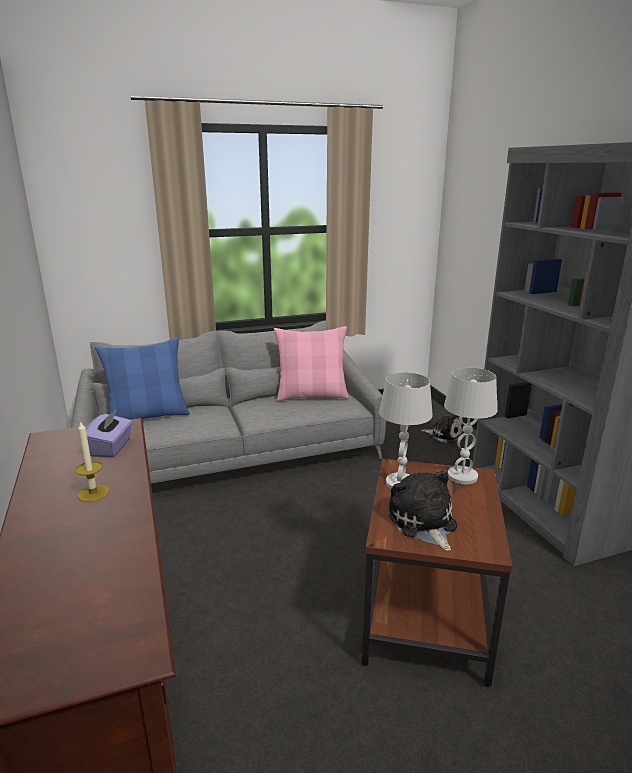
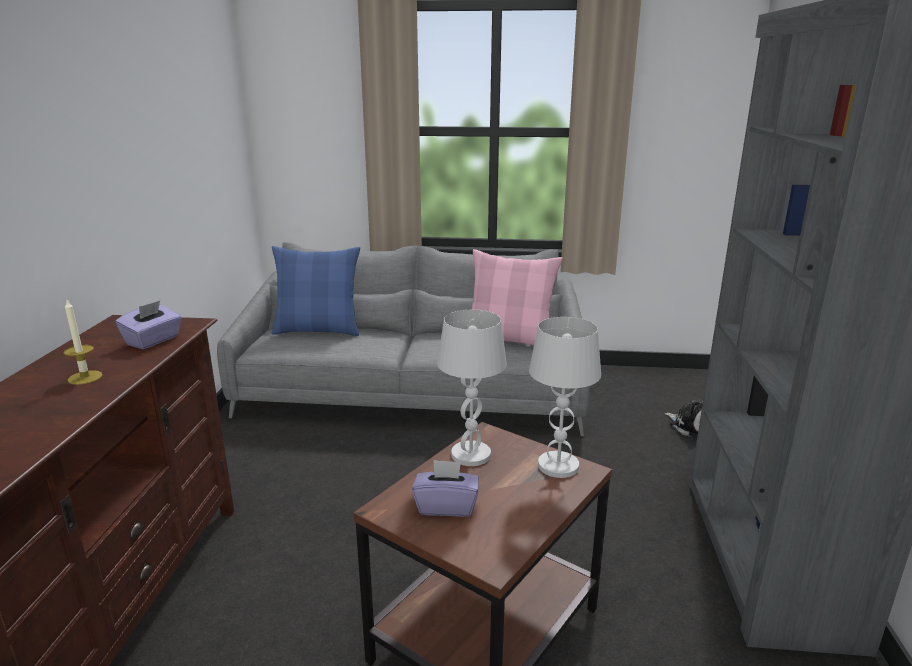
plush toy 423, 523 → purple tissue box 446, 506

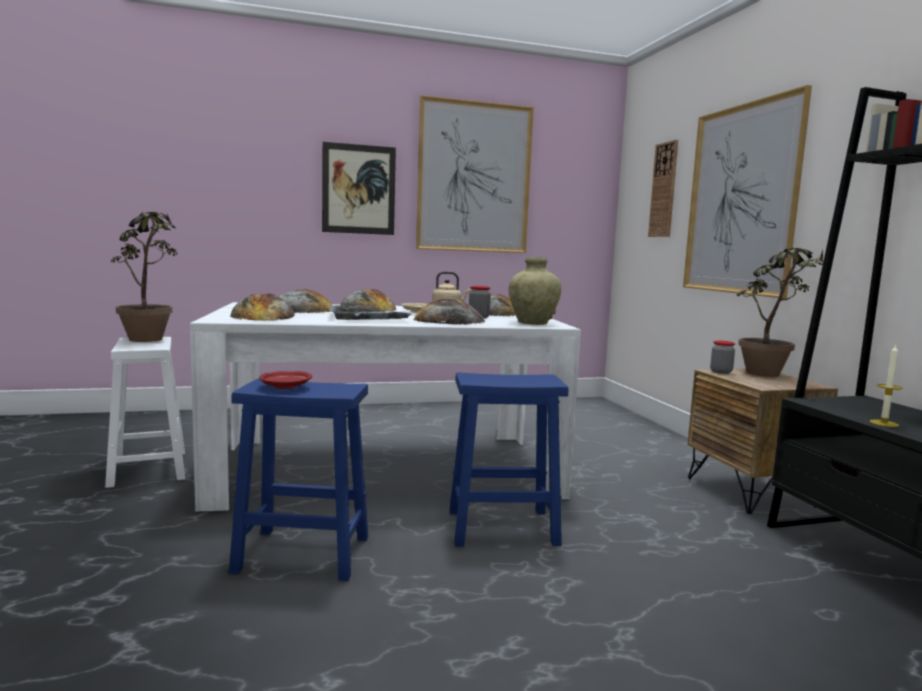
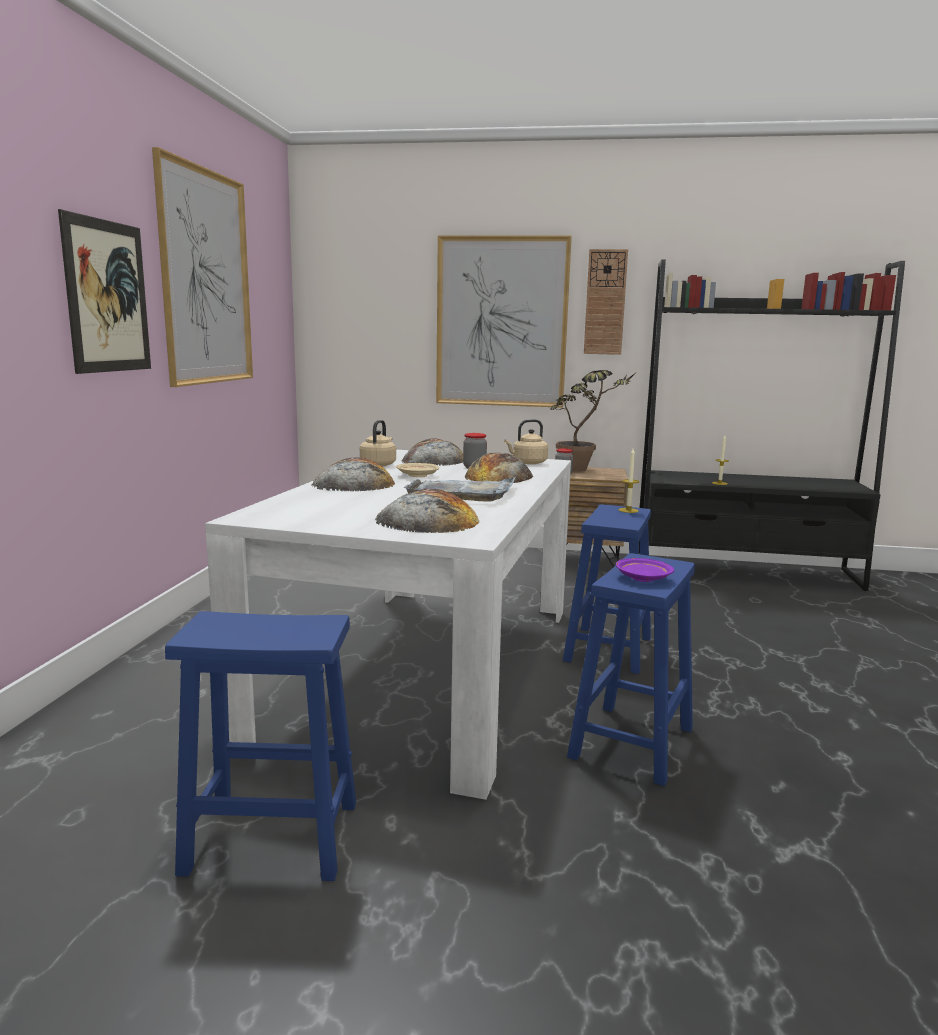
white stool 148, 468 → blue stool 269, 837
potted plant 150, 341 → -
red plate 286, 387 → purple plate 642, 578
bread 300, 309 → -
beige vase 532, 323 → beige kettle 528, 463
wall clock 663, 190 → wall clock 605, 302, move
- → candle 628, 510

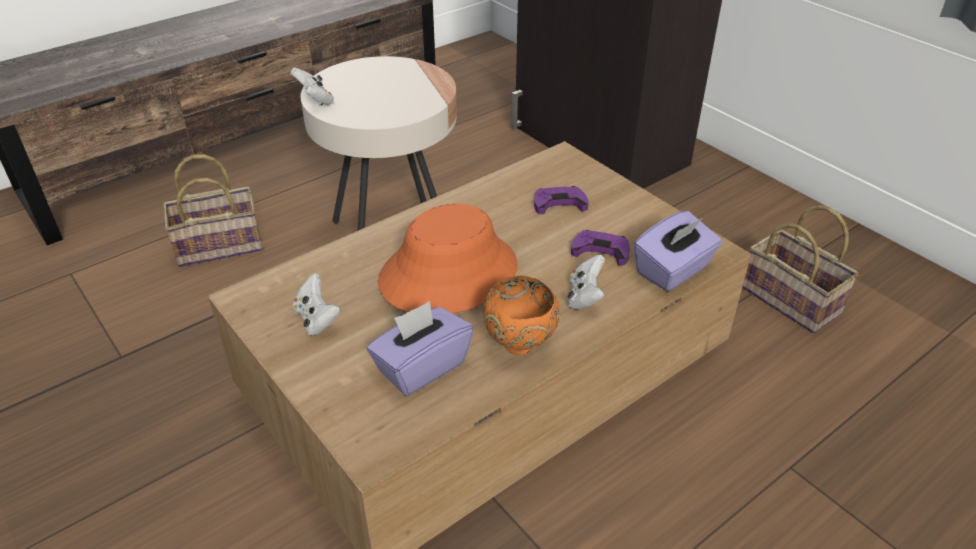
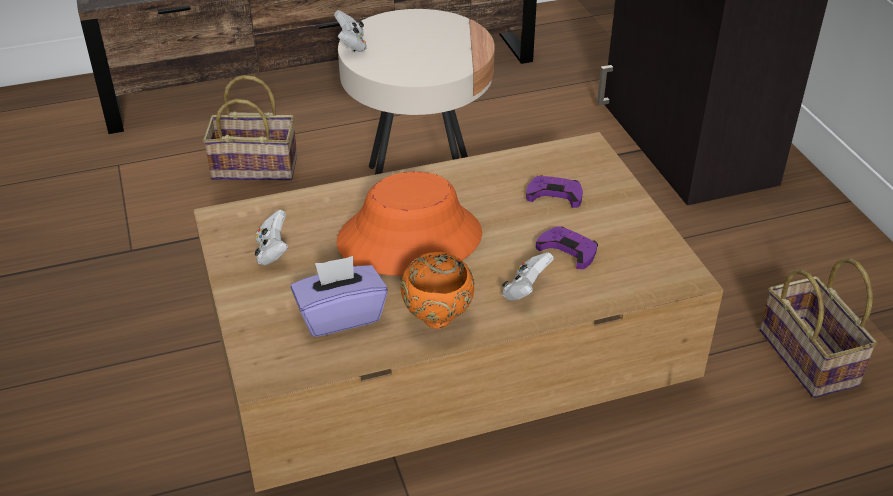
purple tissue box 673, 270 → -

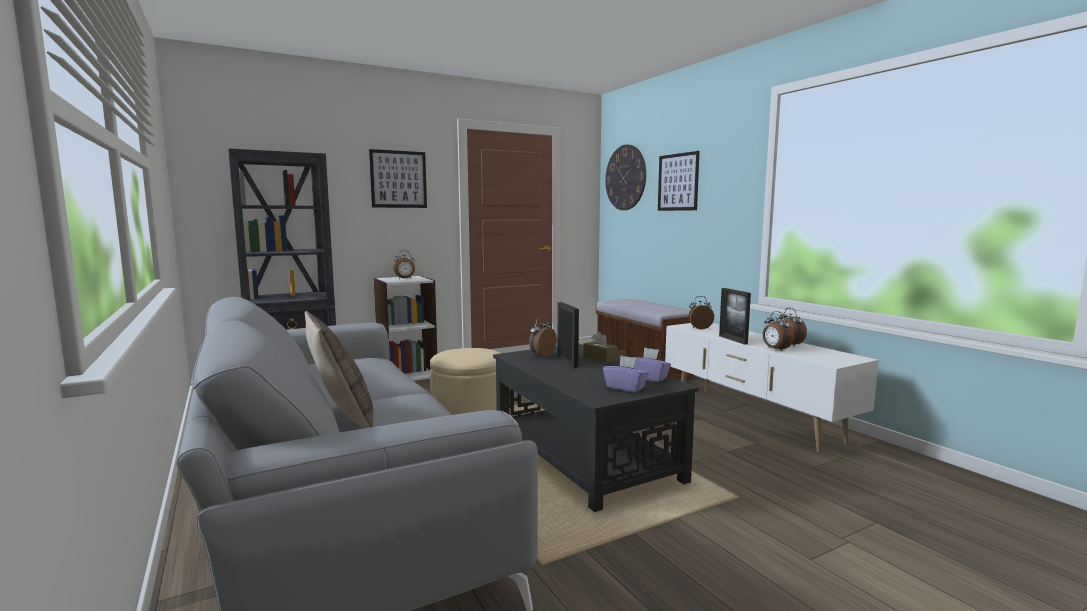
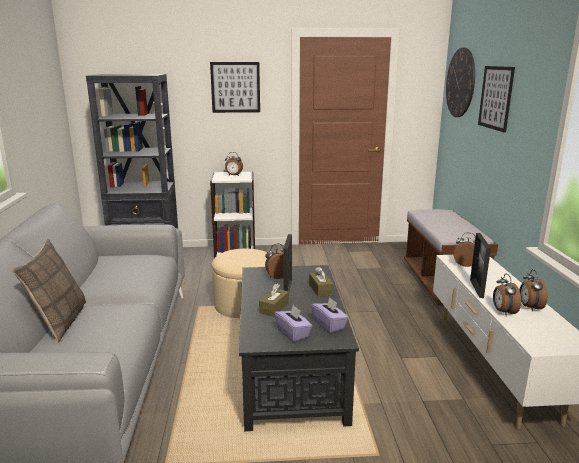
- → brown tissue box 274, 308

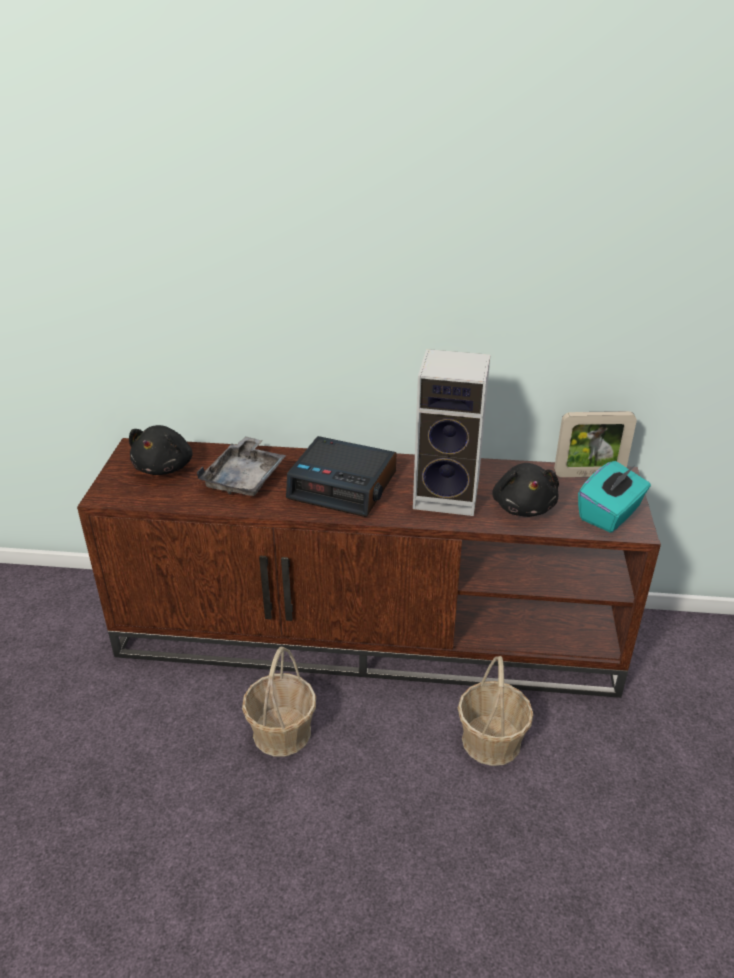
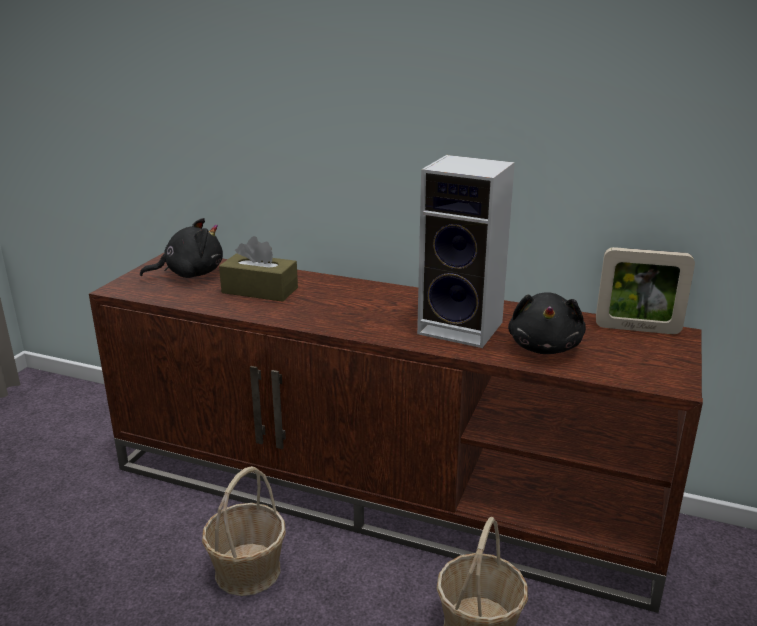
black plush toy 165, 467 → black plush toy 190, 274, 135 degrees counterclockwise
grey tray 245, 478 → brown tissue box 260, 290
alarm clock 344, 486 → -
turquoise tissue box 610, 514 → -

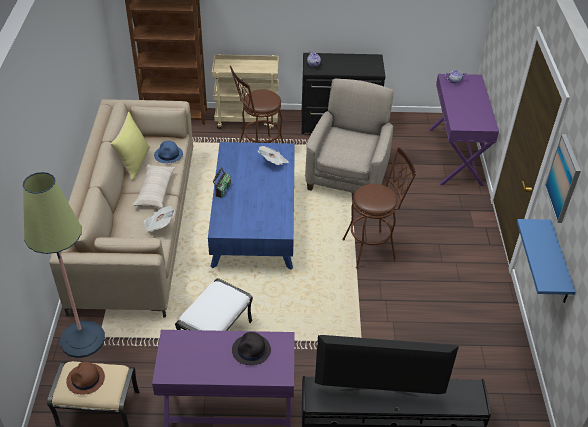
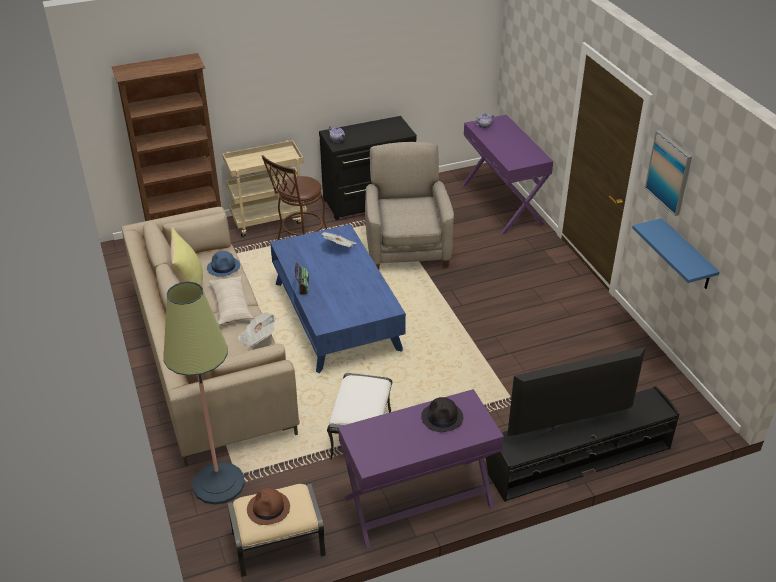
brown stool 373, 249 → -

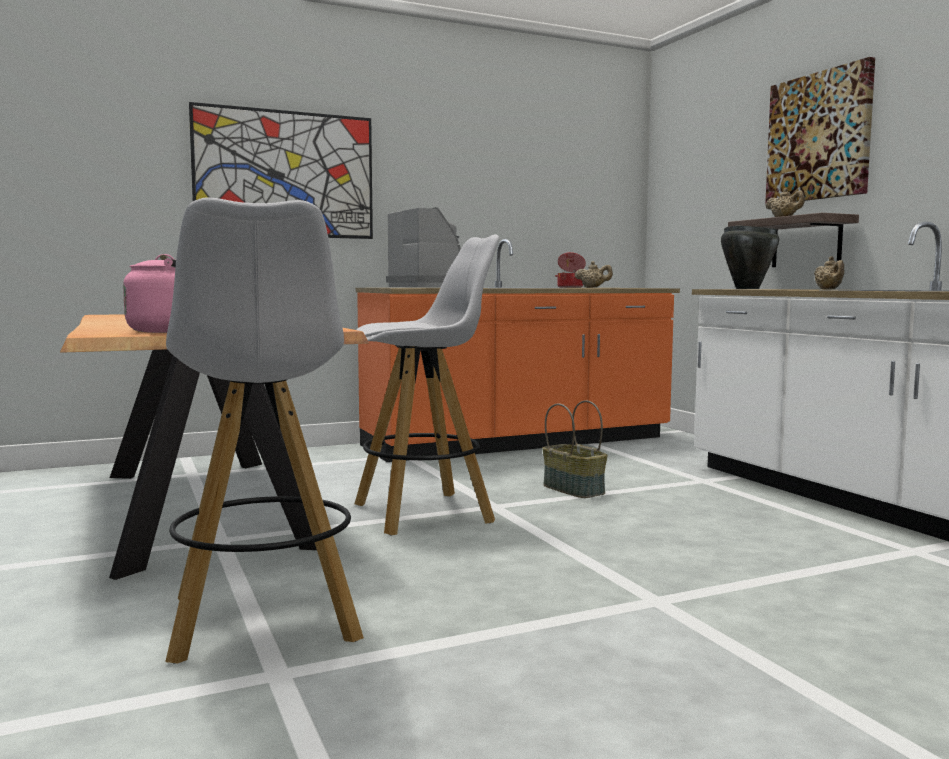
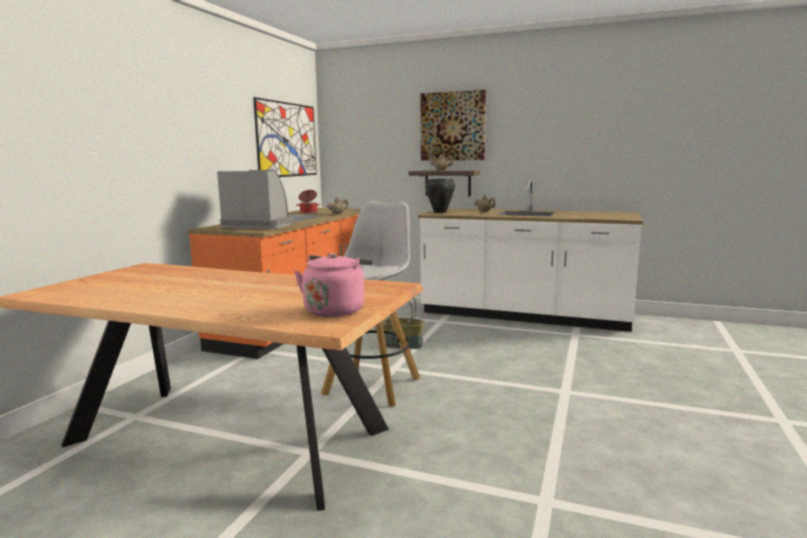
white stool 265, 621 → -
picture 285, 174 → picture 287, 139, move

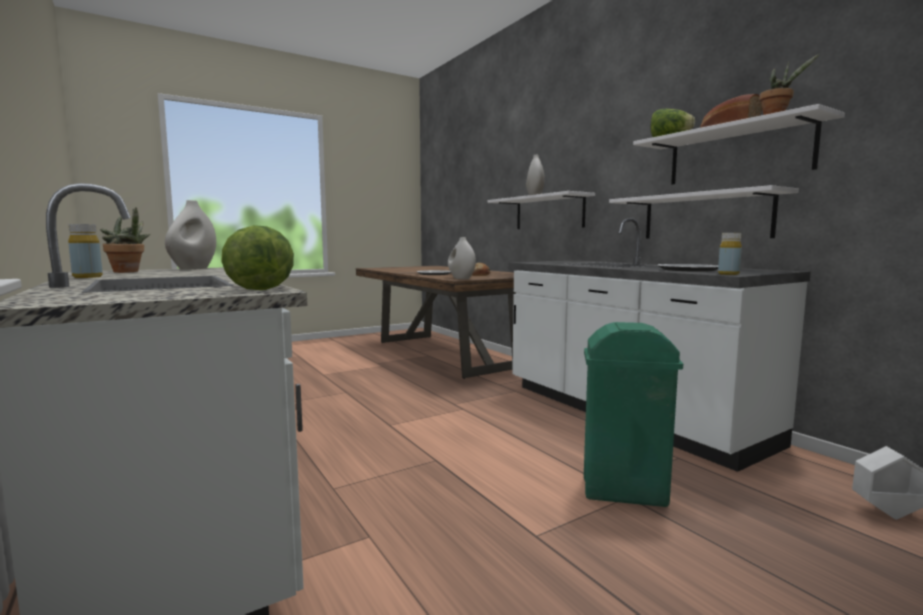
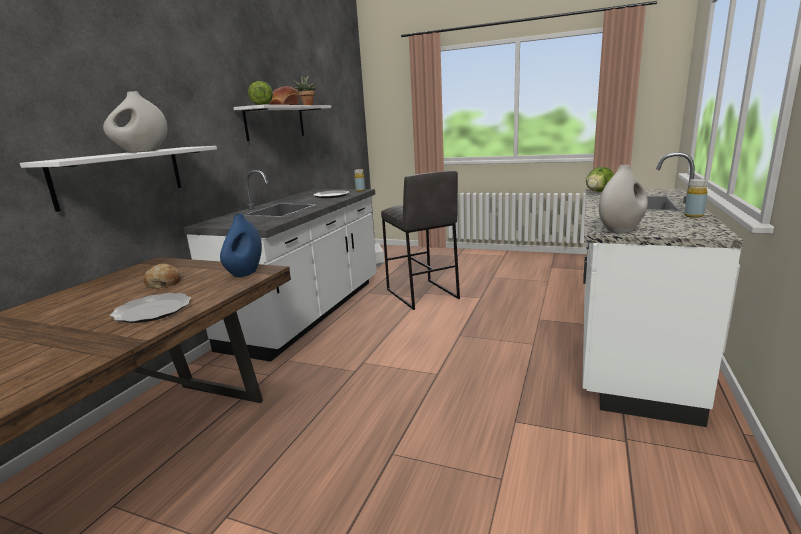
potted plant 129, 272 → -
white vase 461, 278 → blue vase 245, 273
green trash can 622, 491 → grey stool 421, 294
white shelf 705, 217 → -

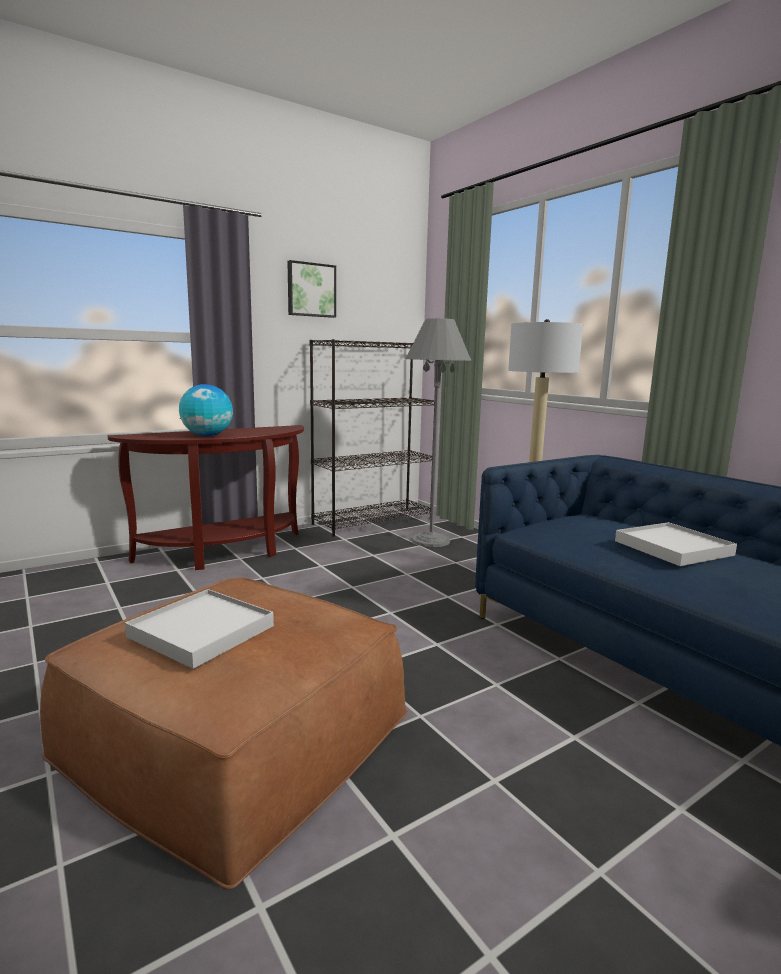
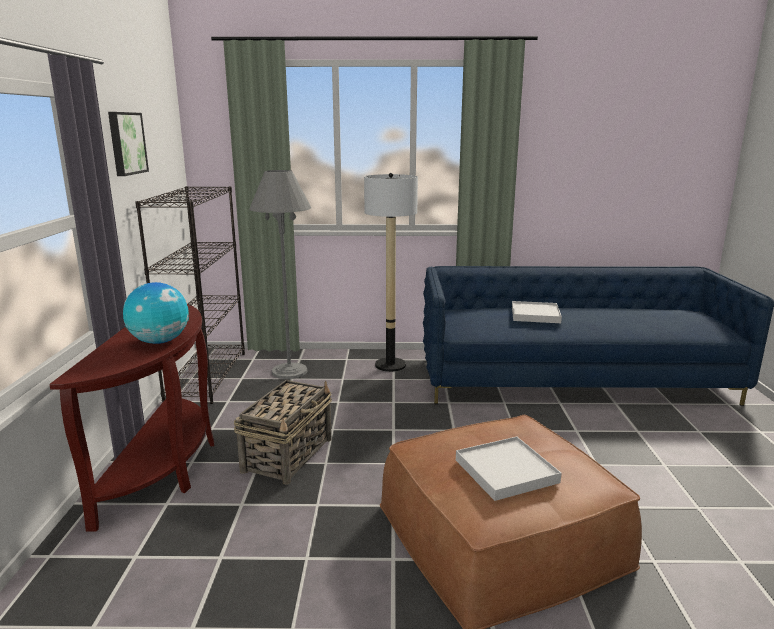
- → basket 288, 454

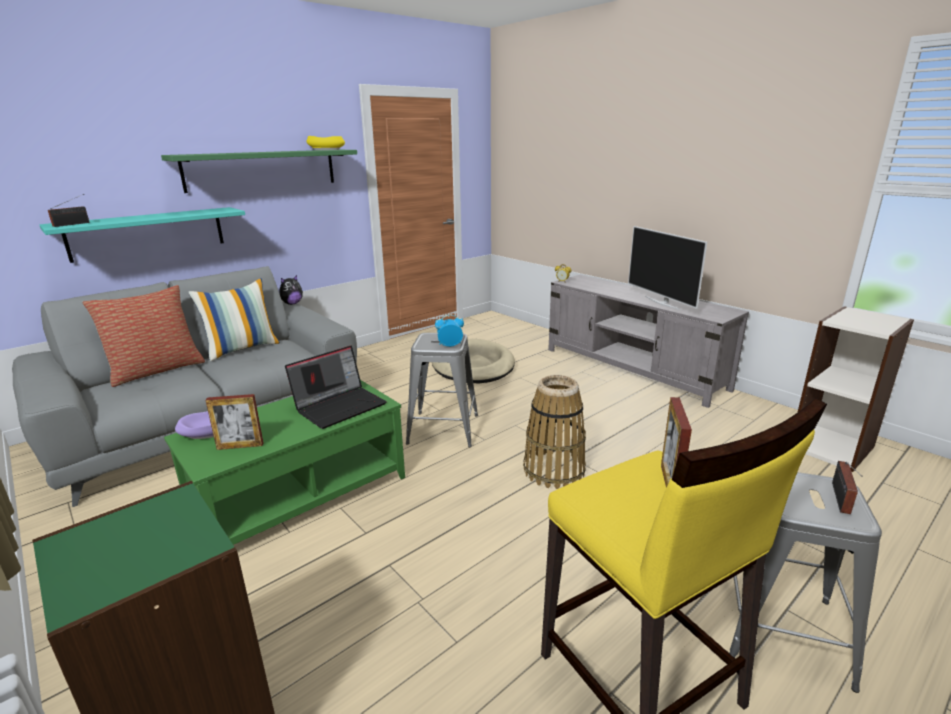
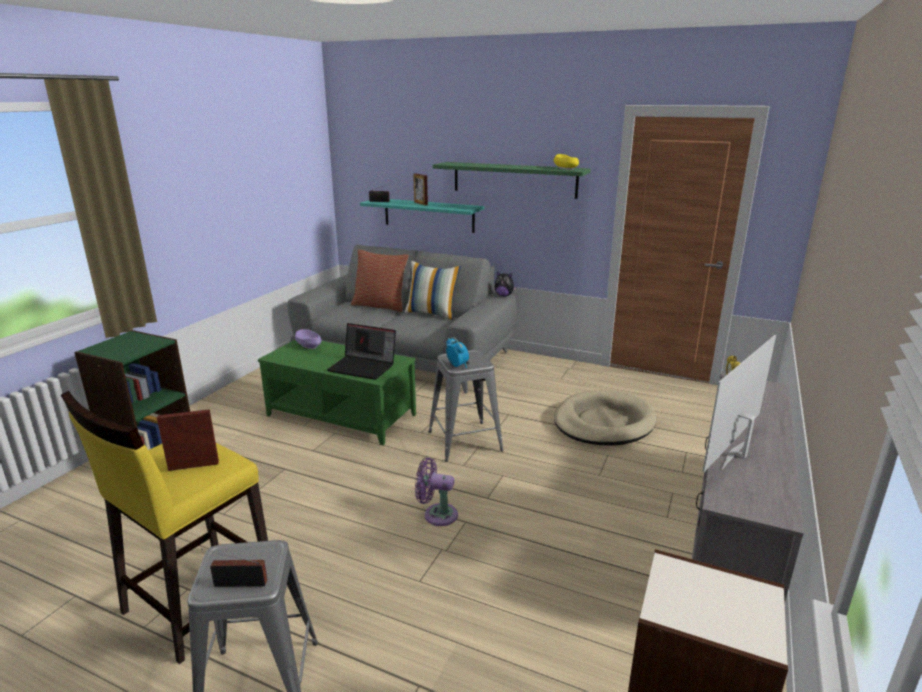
picture frame 240, 446 → picture frame 420, 203, move
basket 554, 470 → purple fan 437, 514

